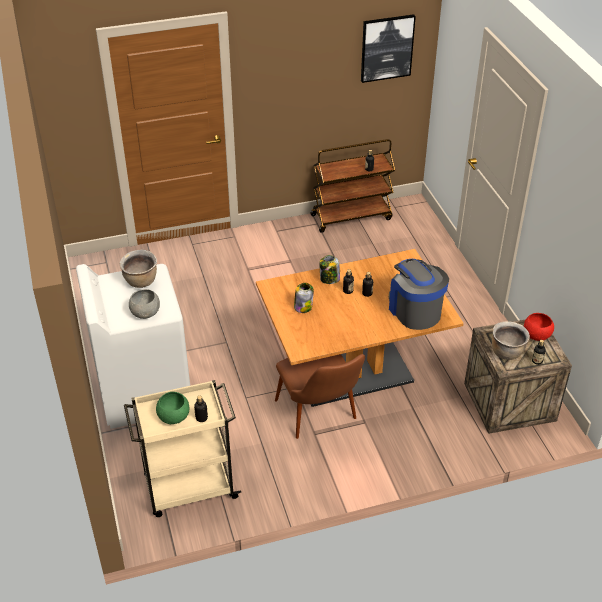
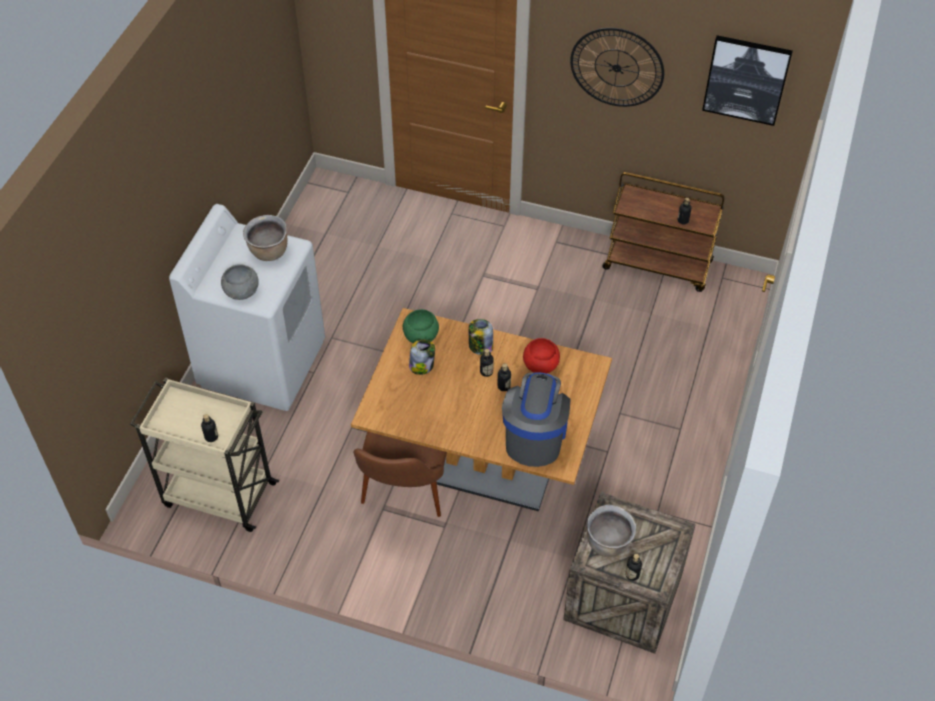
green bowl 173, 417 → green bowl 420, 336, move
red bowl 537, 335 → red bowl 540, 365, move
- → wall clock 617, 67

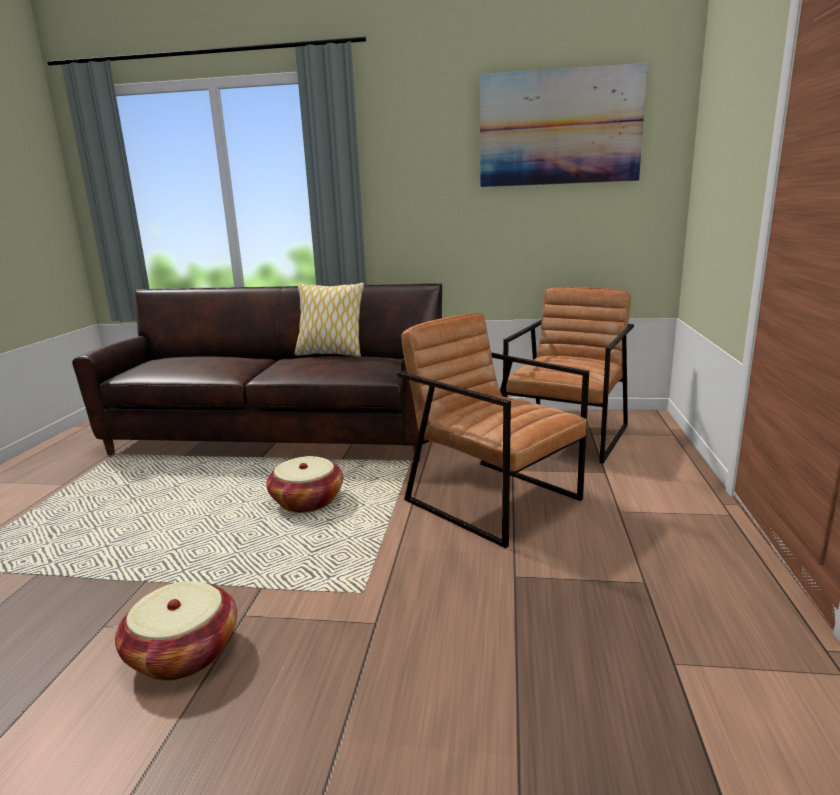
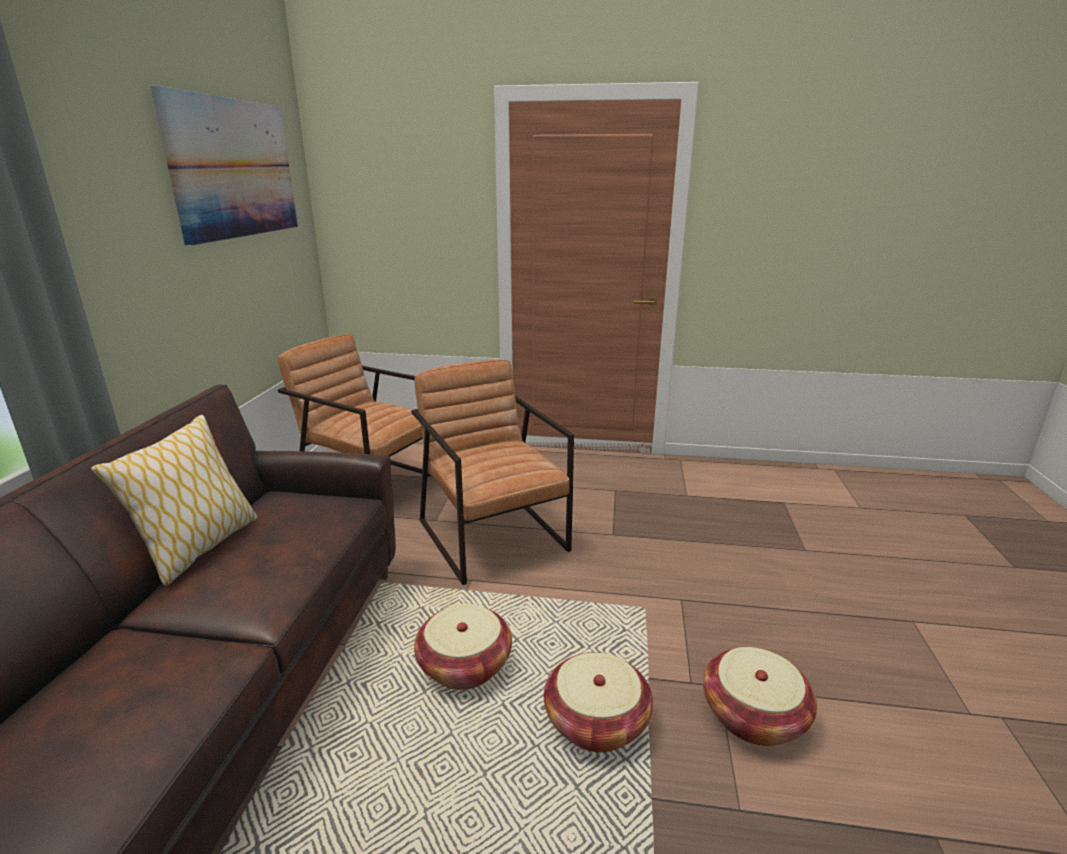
brown armchair 493, 499 → brown armchair 493, 535, 105 degrees clockwise
- → basket 596, 721

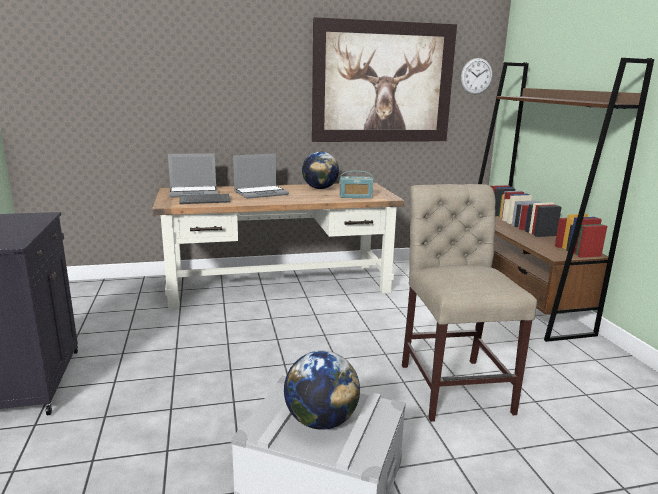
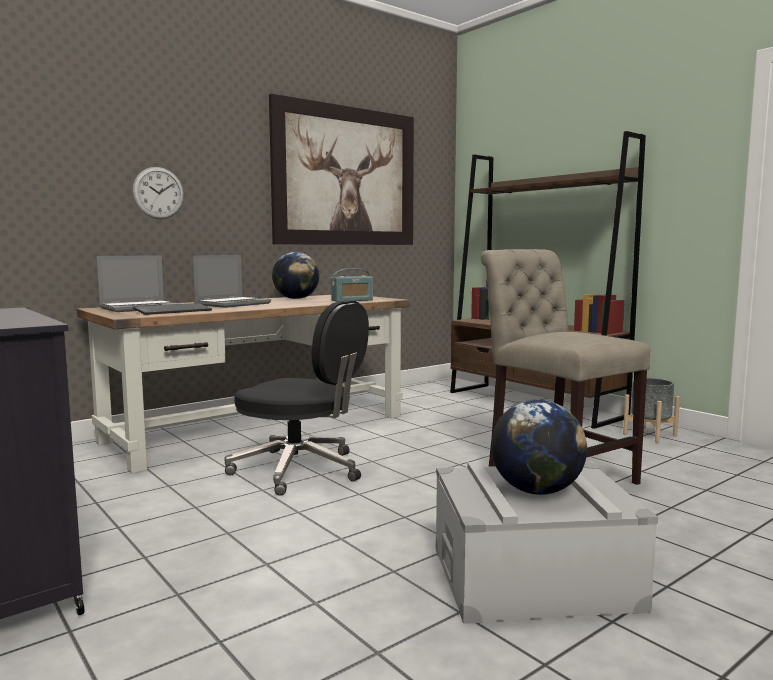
wall clock 476, 76 → wall clock 158, 193, move
- → black office chair 300, 470
- → grey planter 649, 435

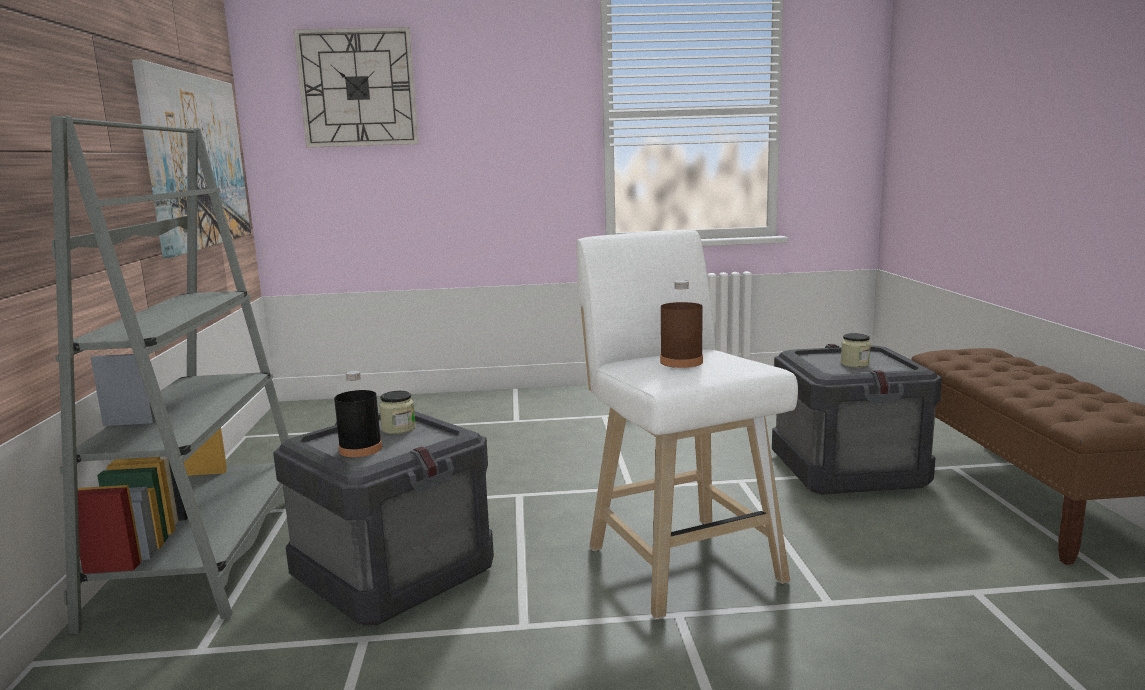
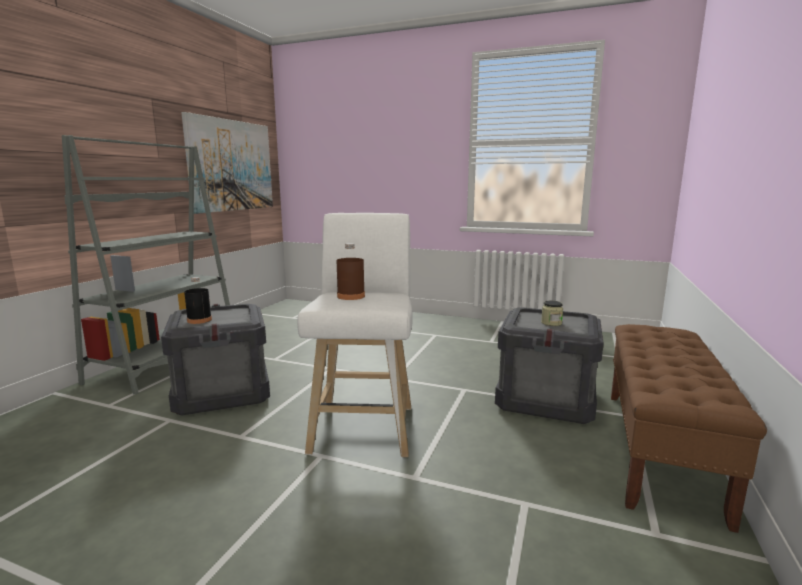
wall clock 358, 88 → -
jar 398, 428 → -

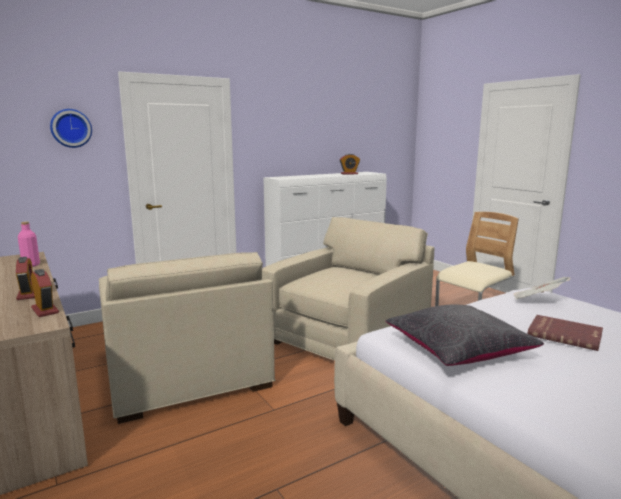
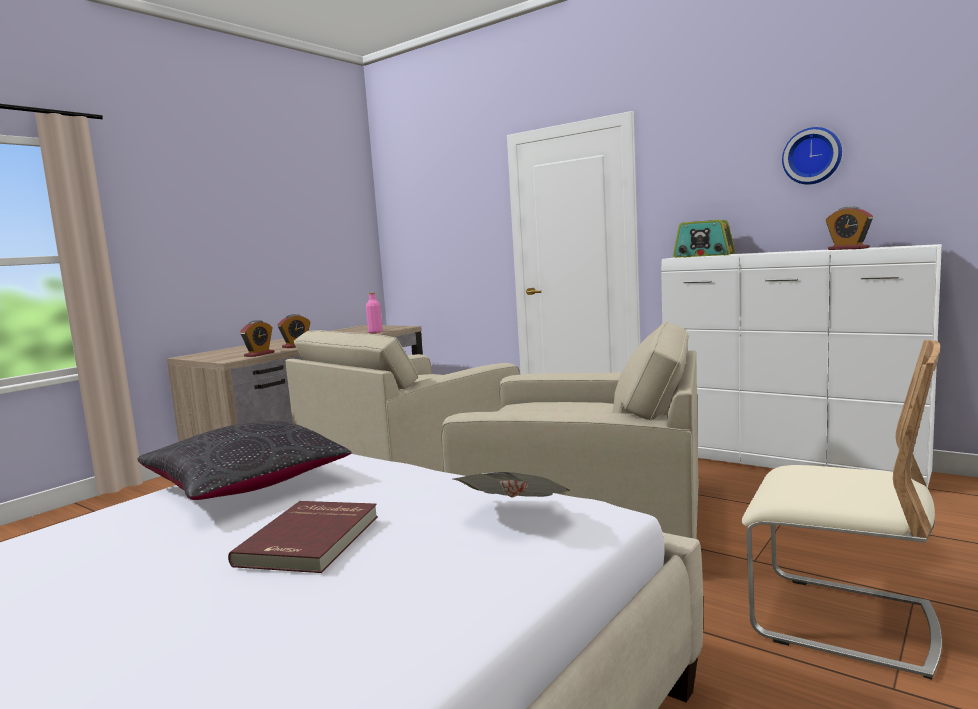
wall clock 71, 128 → wall clock 812, 156, move
- → radio 703, 255

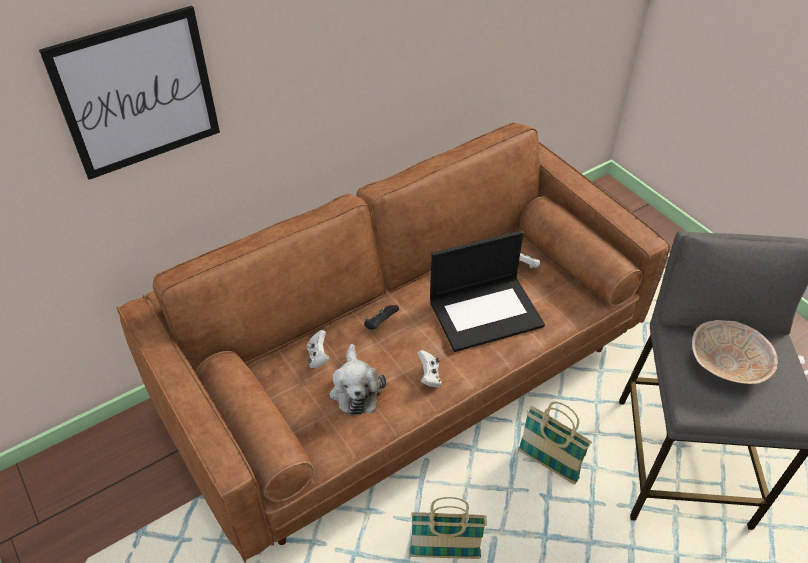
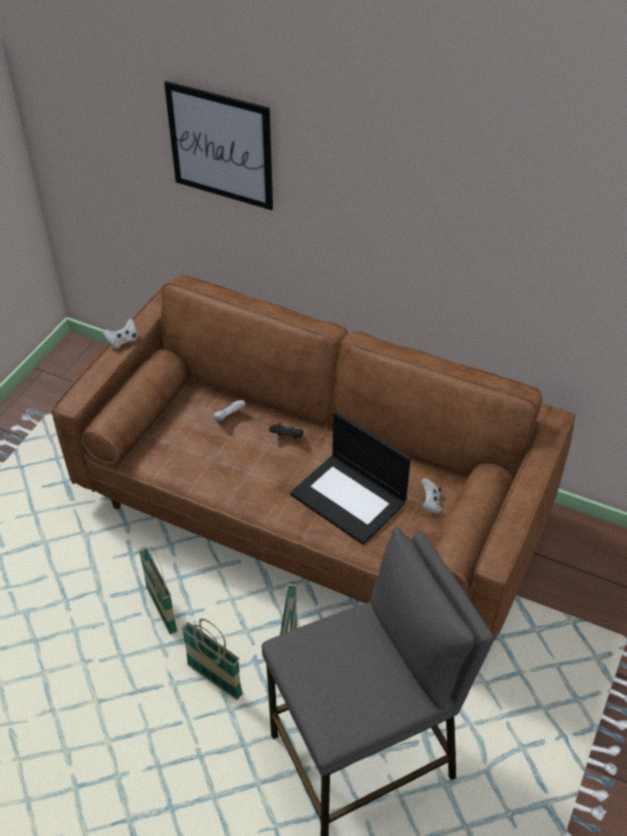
plush toy 356, 389 → -
white game controller 429, 376 → white game controller 122, 341, move
beige bowl 728, 365 → -
- → basket 215, 680

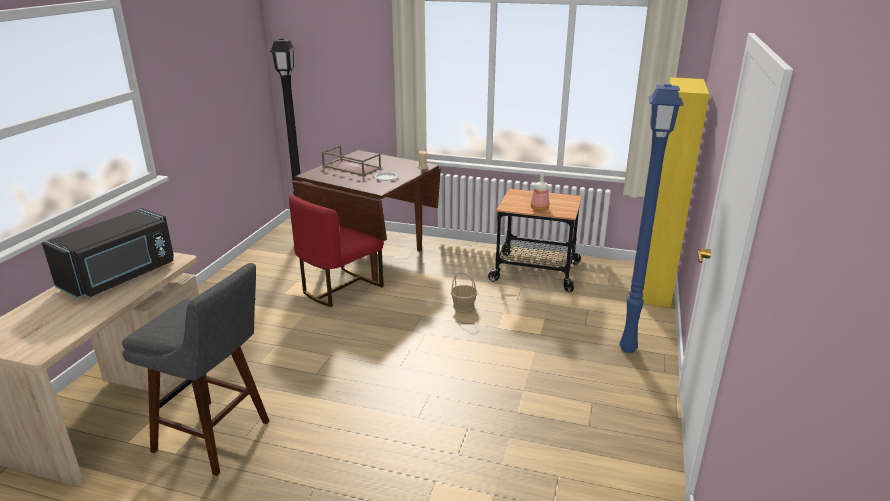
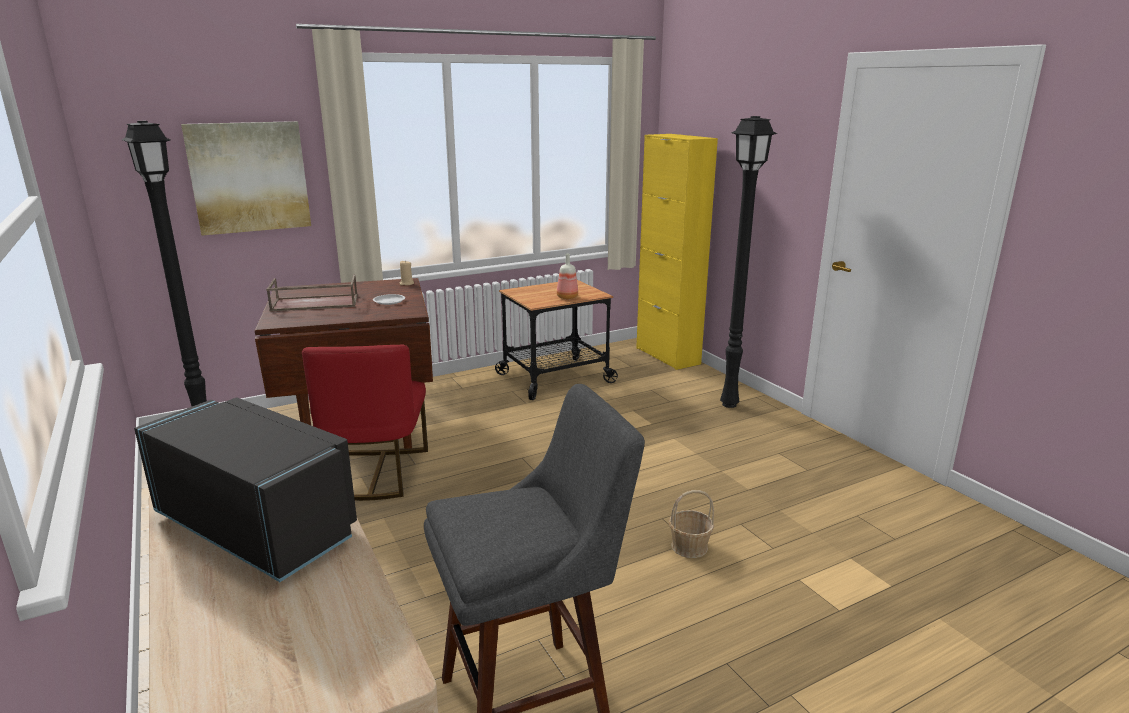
black microwave 121, 276 → black microwave 261, 525, 45 degrees counterclockwise
basket 463, 306 → basket 689, 546, move
blue floor lamp 629, 349 → black floor lamp 731, 405
- → picture 249, 177

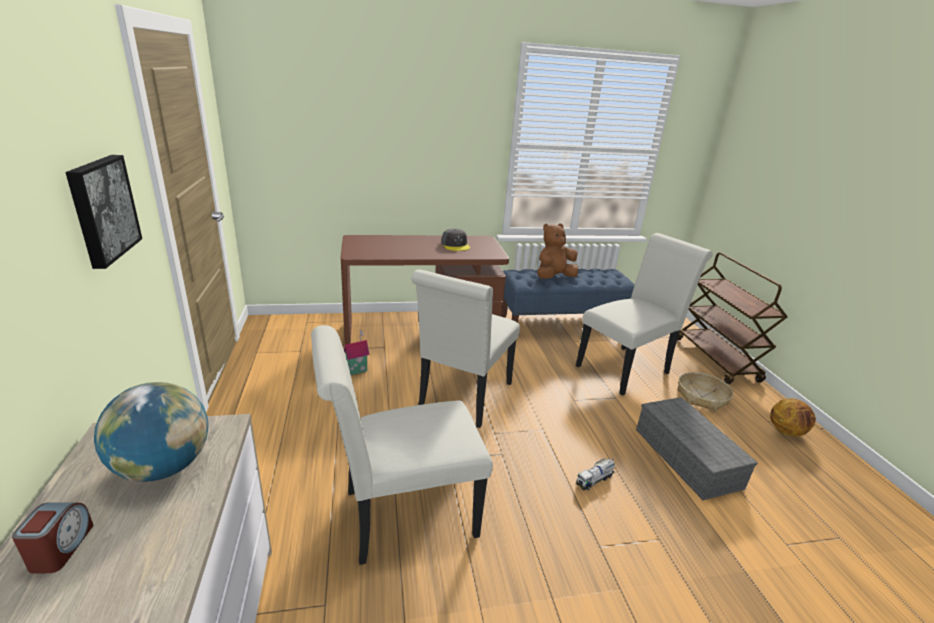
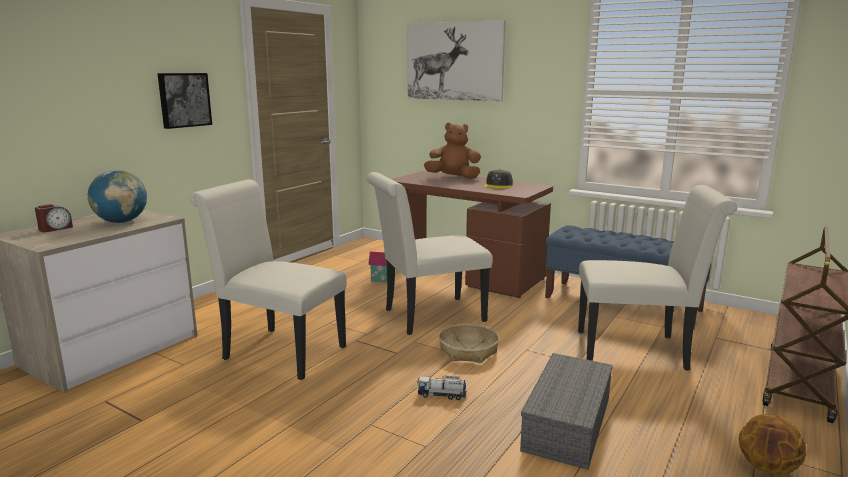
brown plush toy 554, 278 → brown plush toy 453, 178, move
basket 702, 397 → basket 468, 351, move
- → picture 454, 61

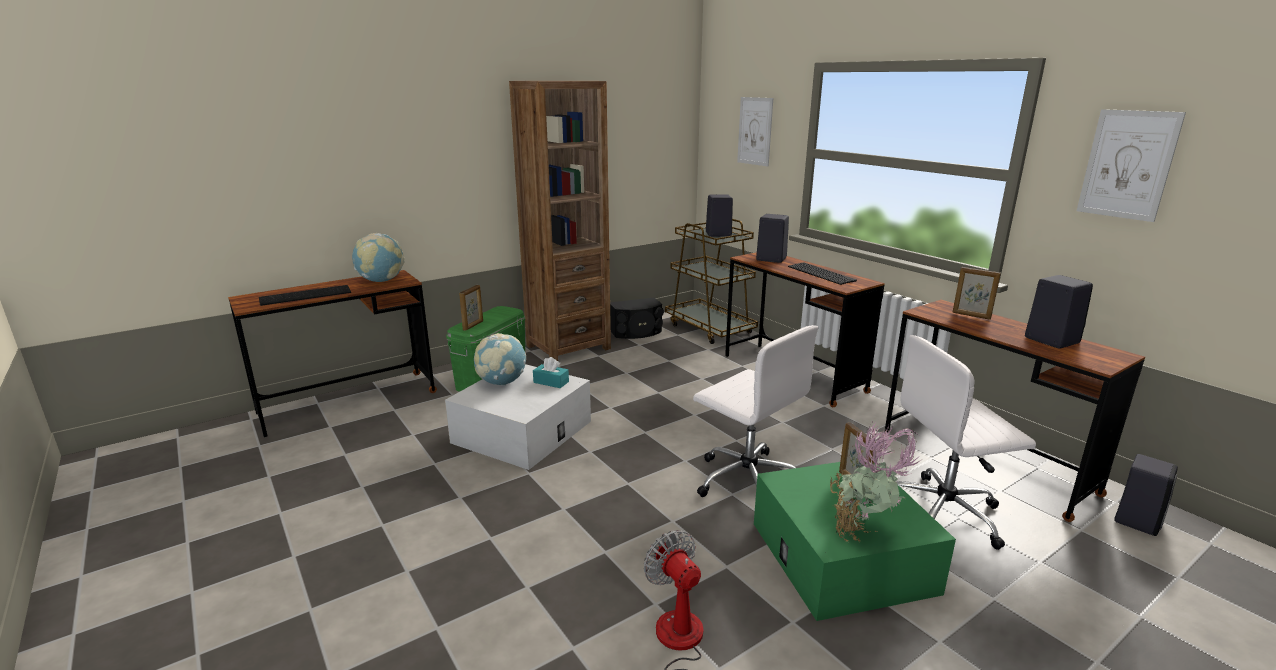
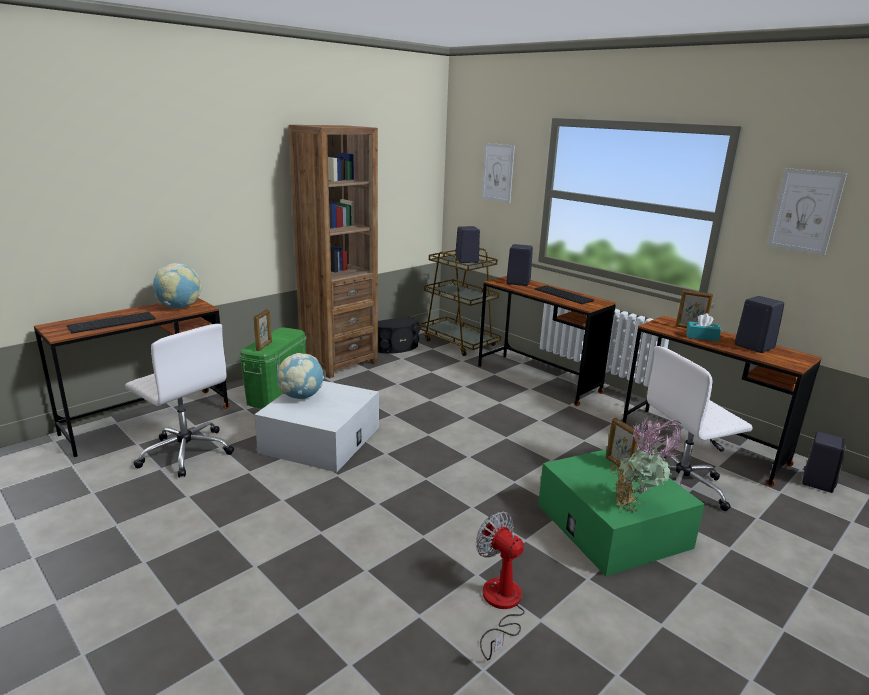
turquoise tissue box 551, 382 → turquoise tissue box 702, 337, move
white office chair 746, 479 → white office chair 186, 452, move

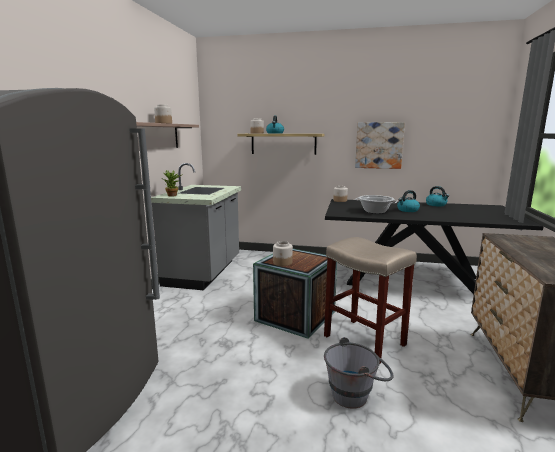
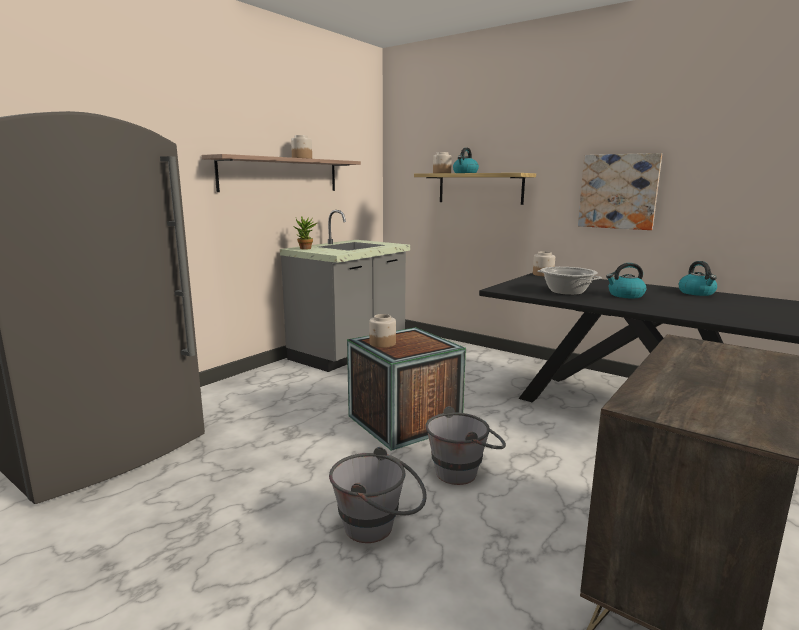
beige stool 365, 340 → grey bucket 464, 471

